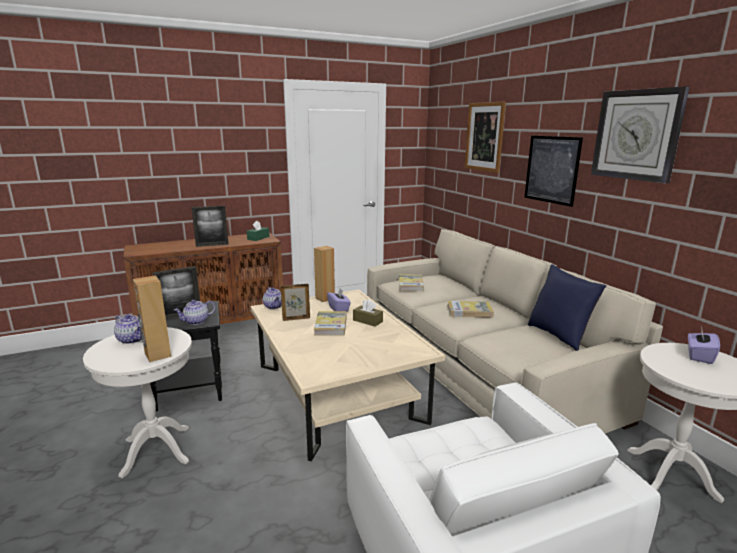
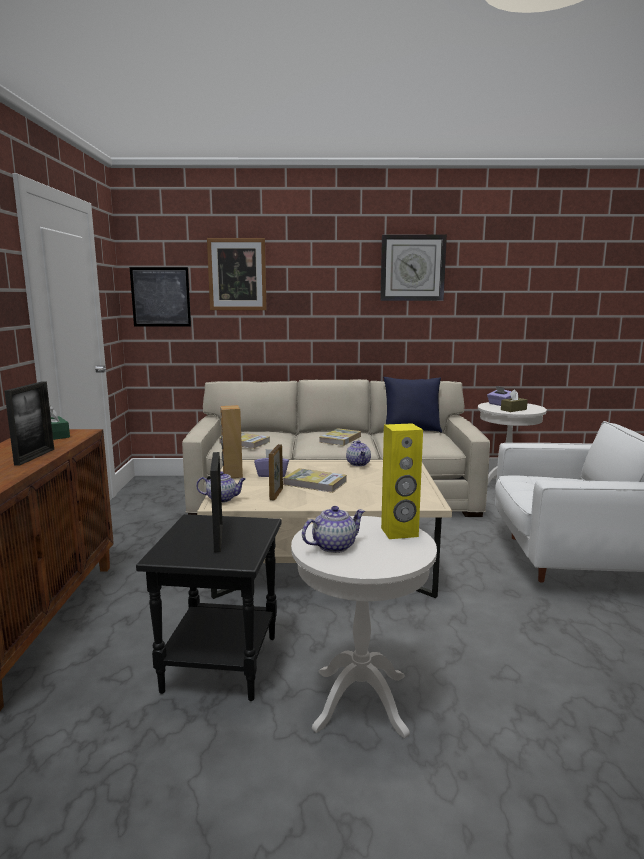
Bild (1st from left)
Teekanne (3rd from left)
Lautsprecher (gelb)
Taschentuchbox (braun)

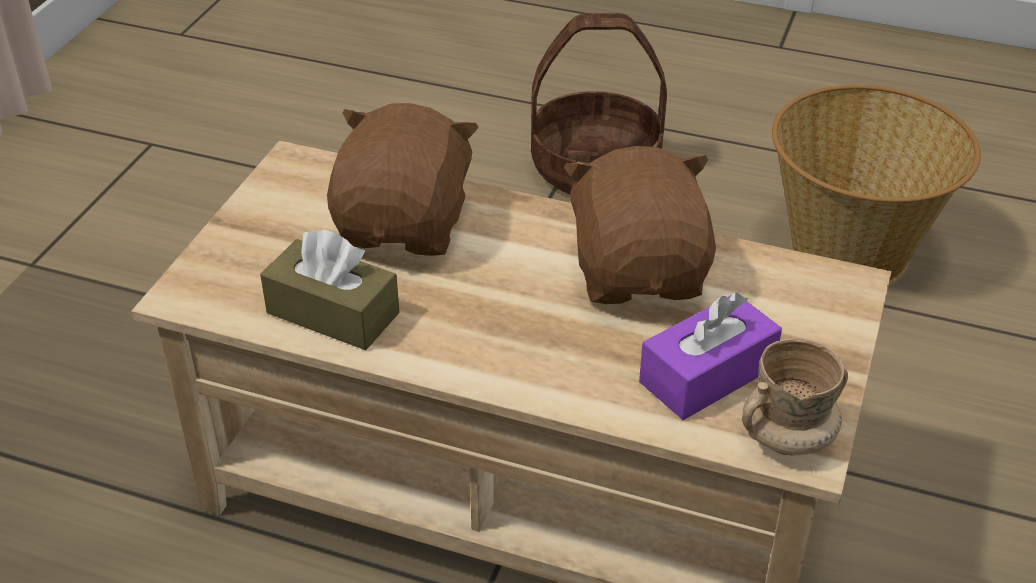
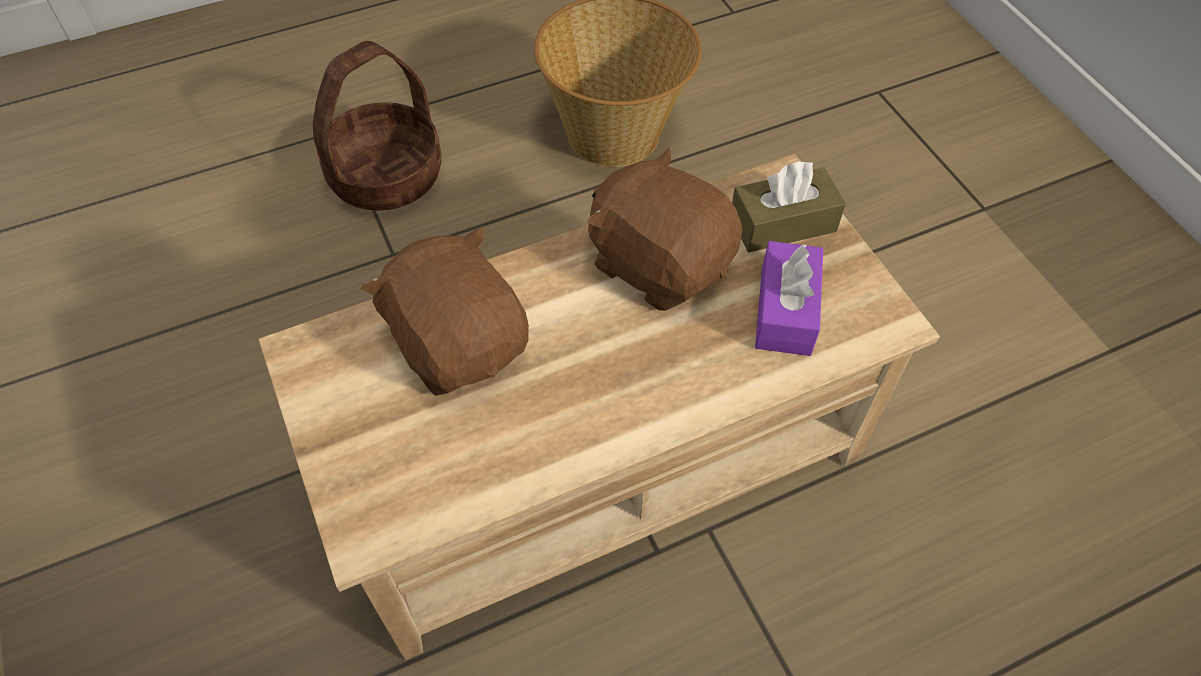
Taschentuchbox (braun)
Henkelbecher (beige)

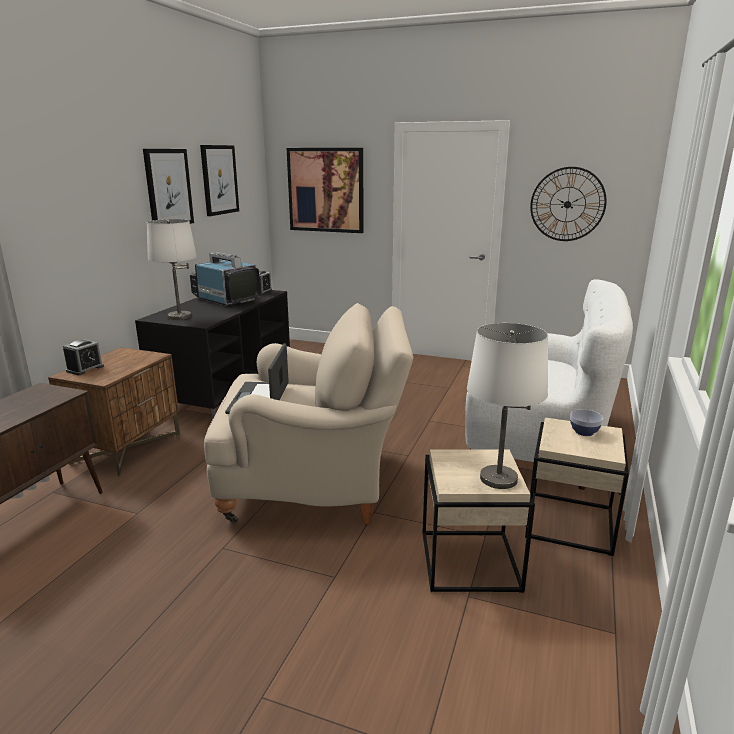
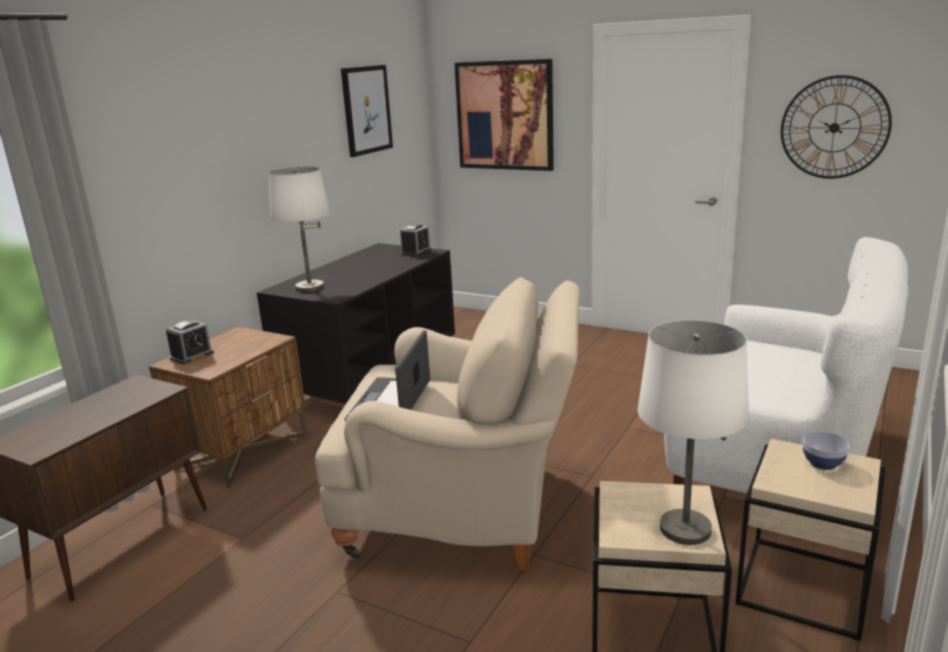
Bild (1st from left in the first image)
Fernseher

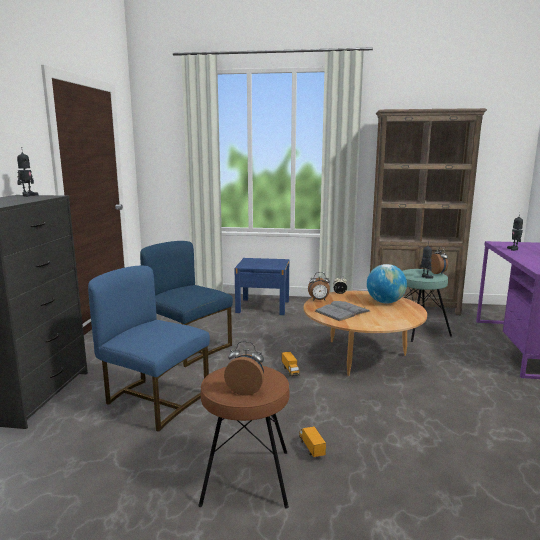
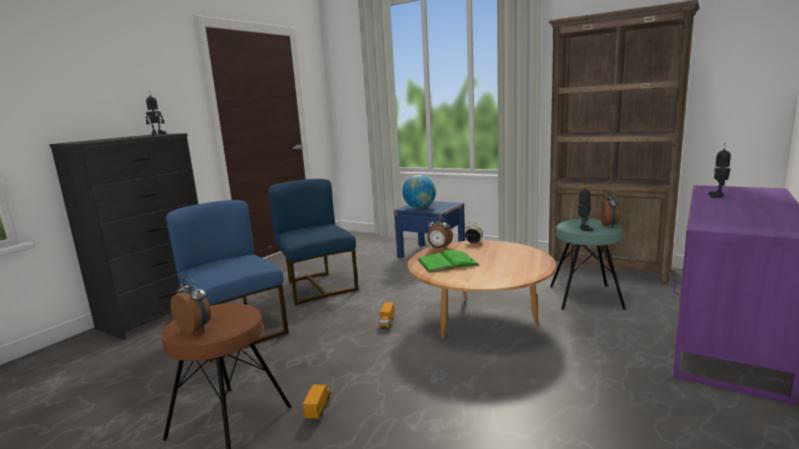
Globus
Buch (grün)

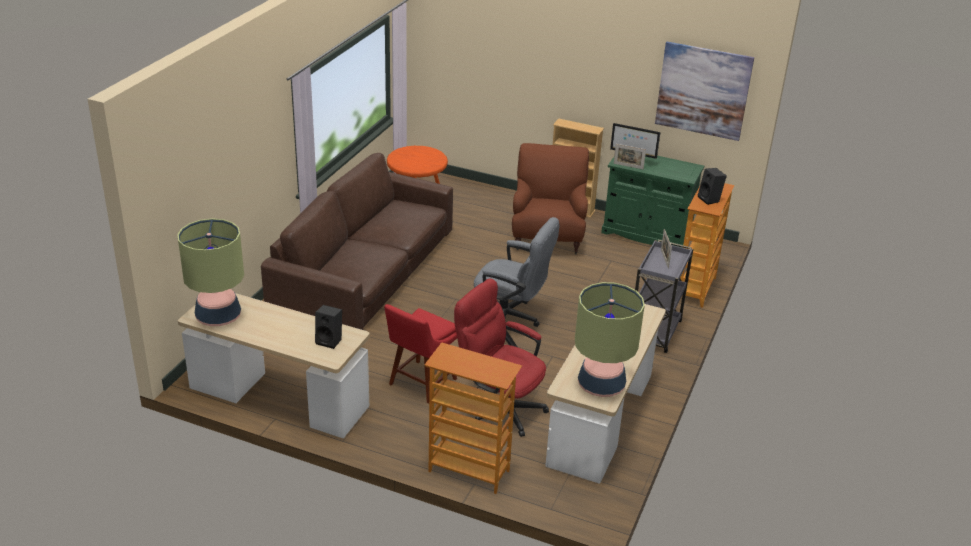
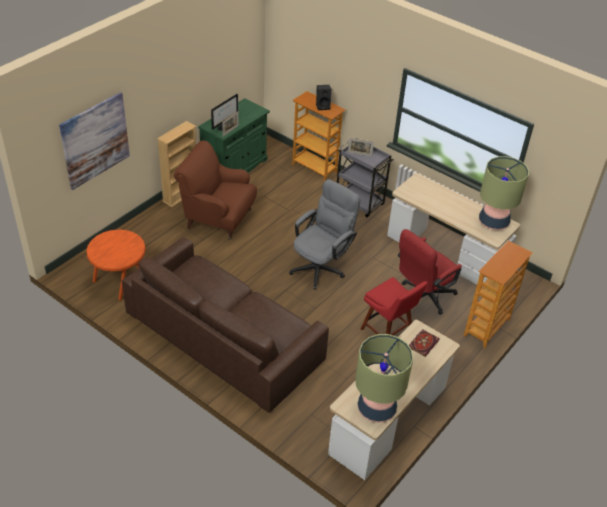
Bild
Buch

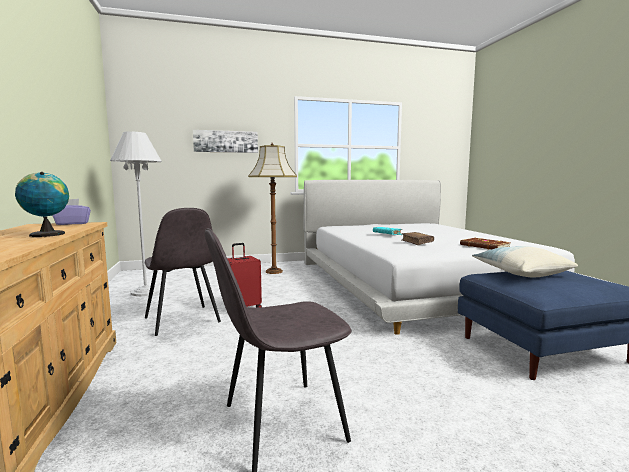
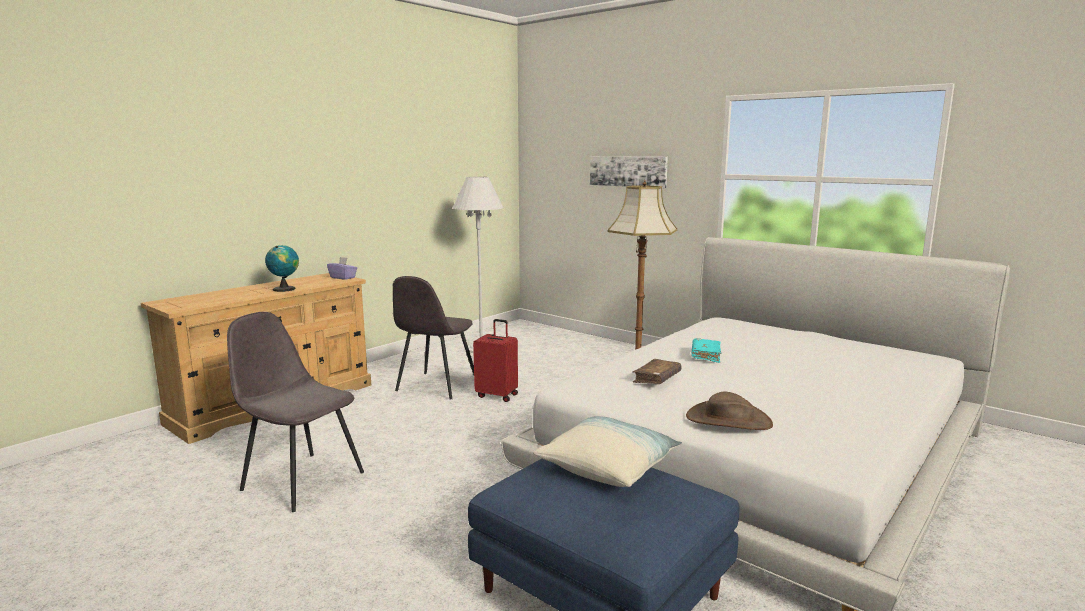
Hut (braun)

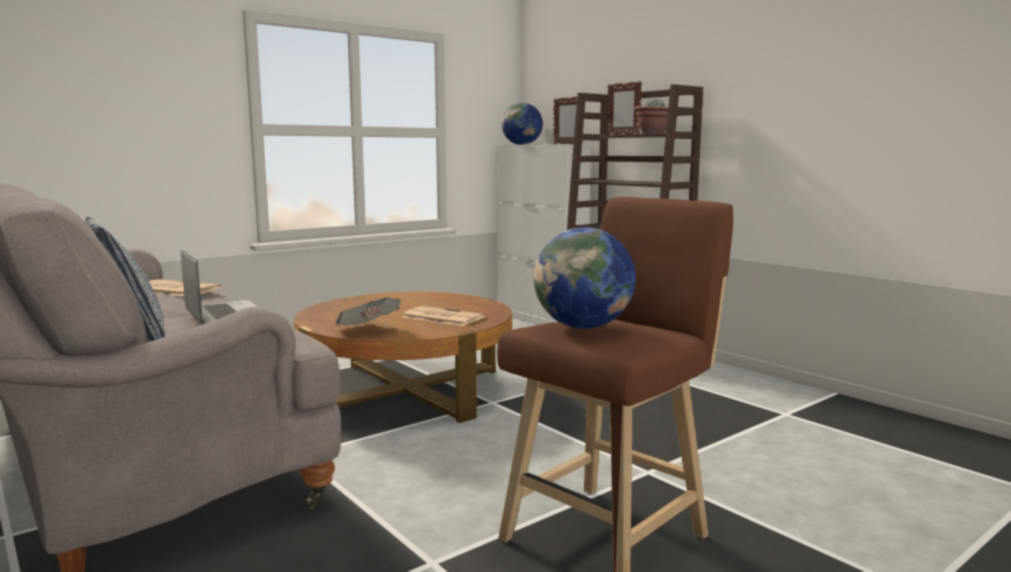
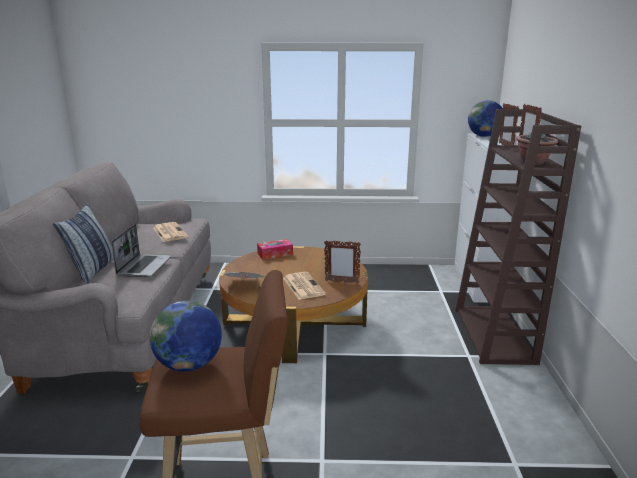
Taschentuchbox
Bilderrahmen (1st from left)

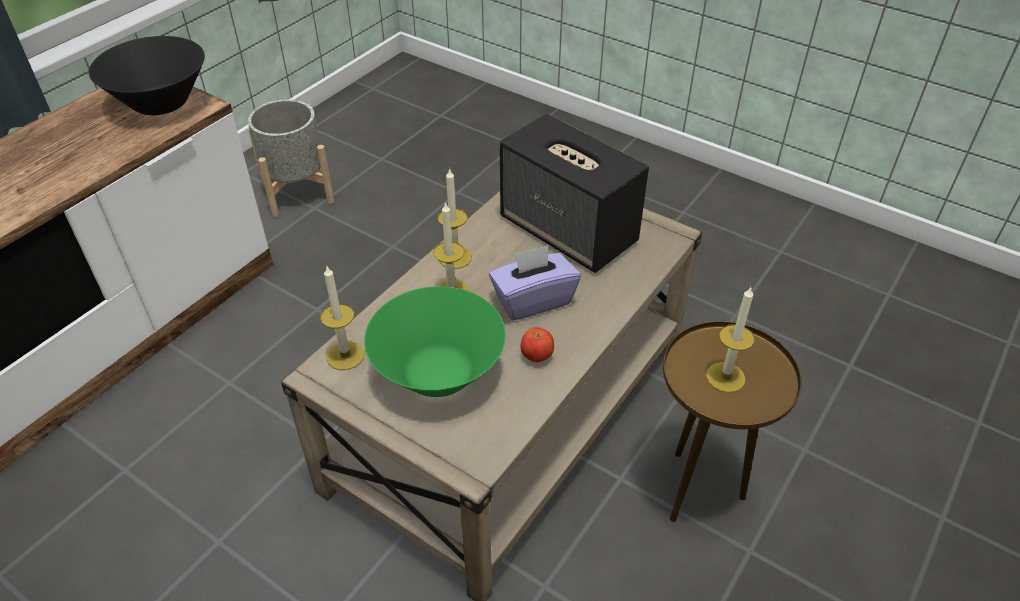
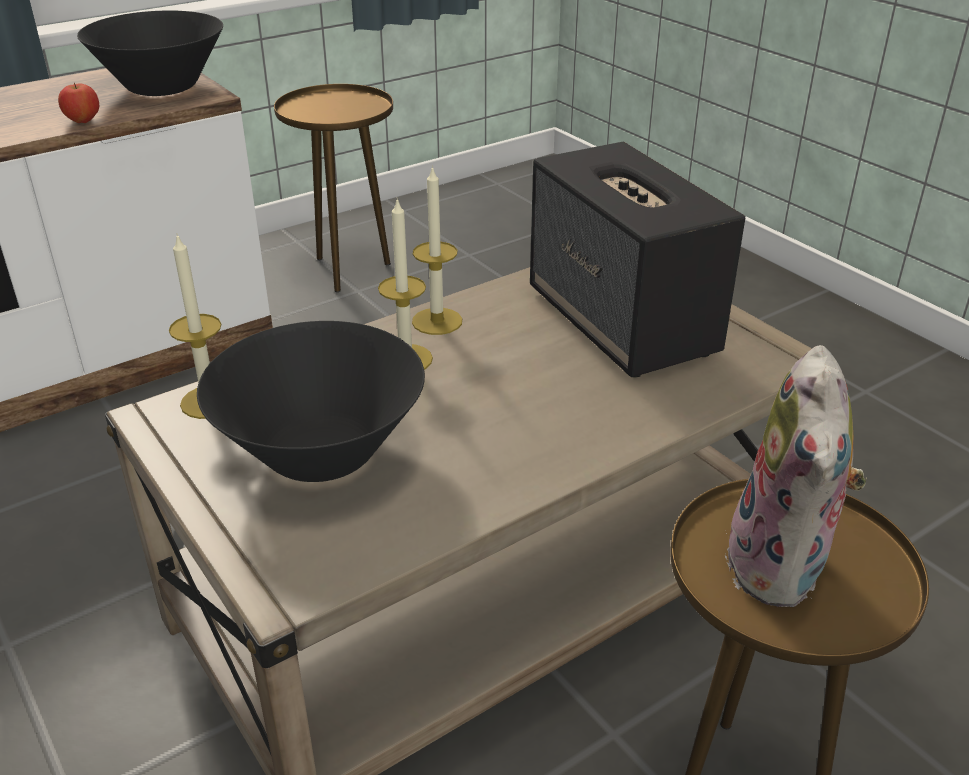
Apfel
Schüssel (schwarz) (2nd from left)
Beistelltisch (braun) (1st from left)
Plüschtier
Taschentuchbox (lila)

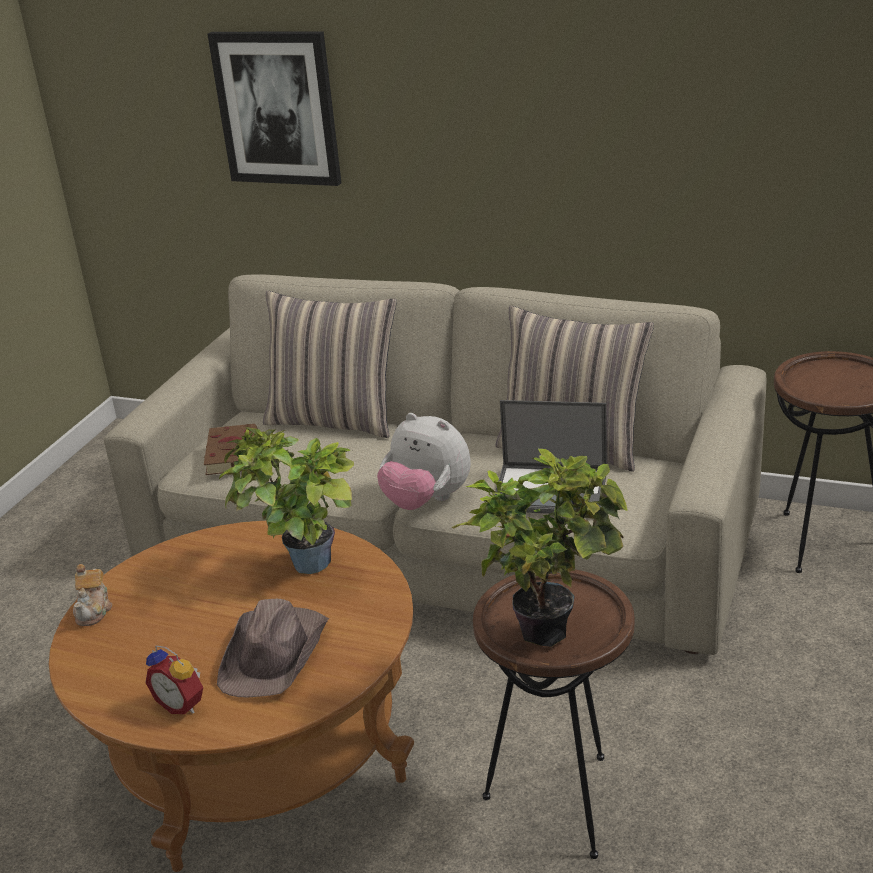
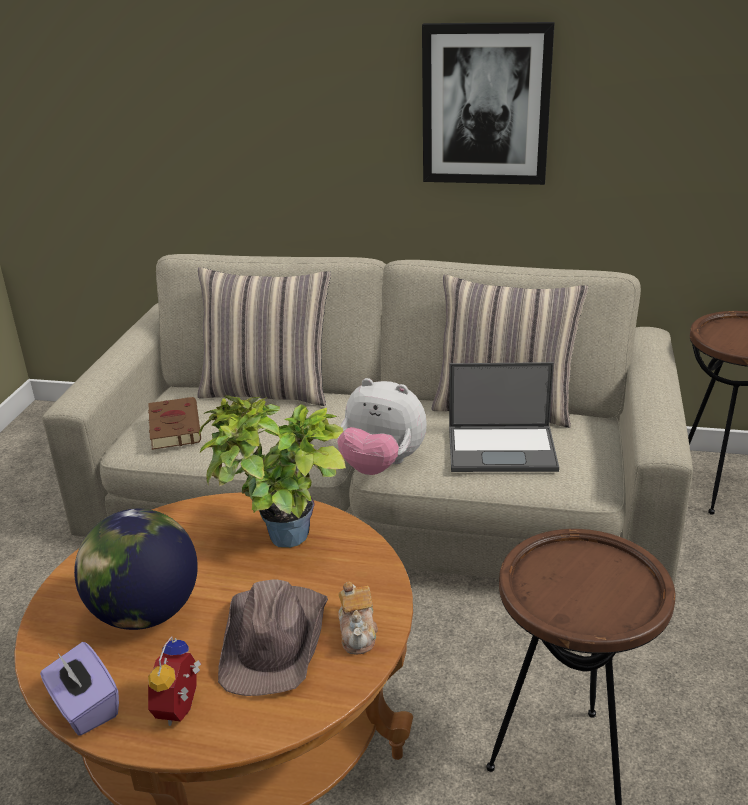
Taschentuchbox (lila)
Globus
Wecker
Teekanne
Bild
Topfpflanze (2nd from left in the first image)

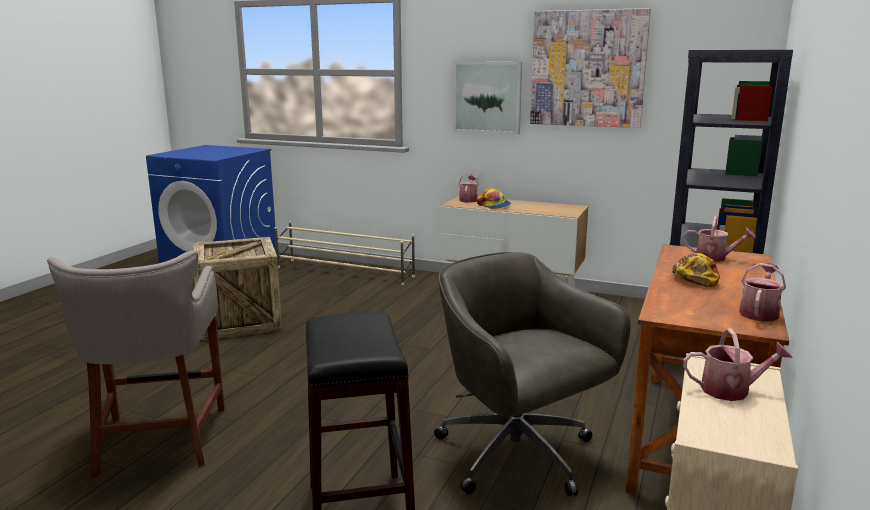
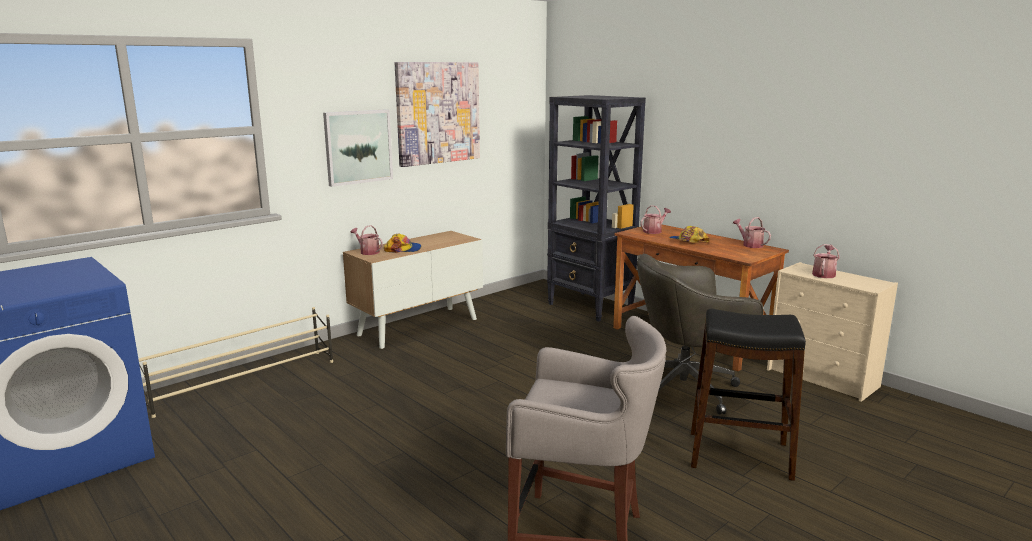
Kiste

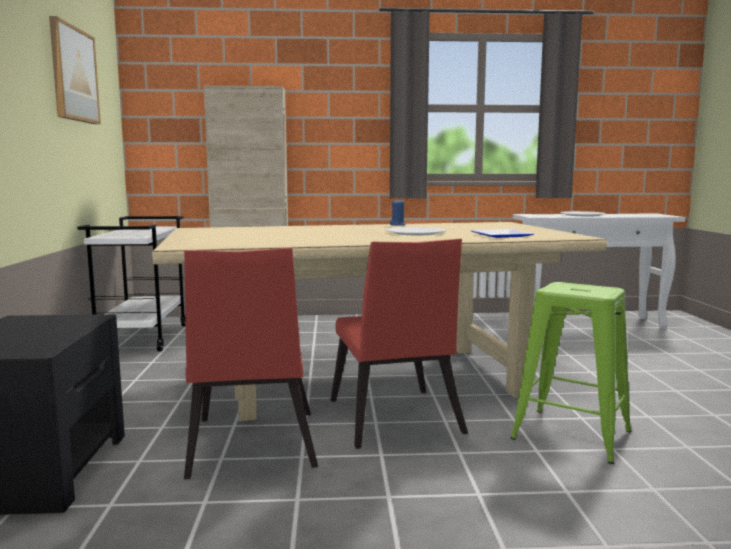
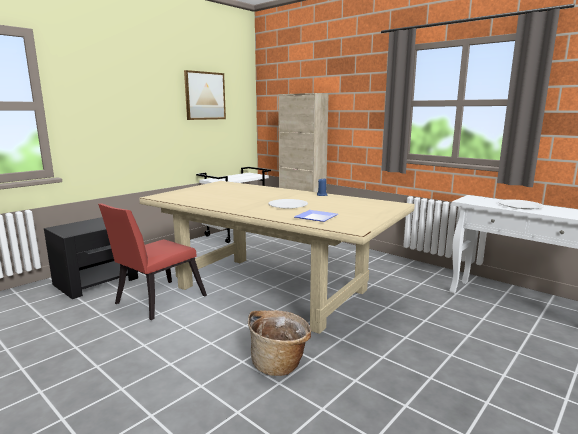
Korb
Stuhl (rot) (2nd from left in the first image)

